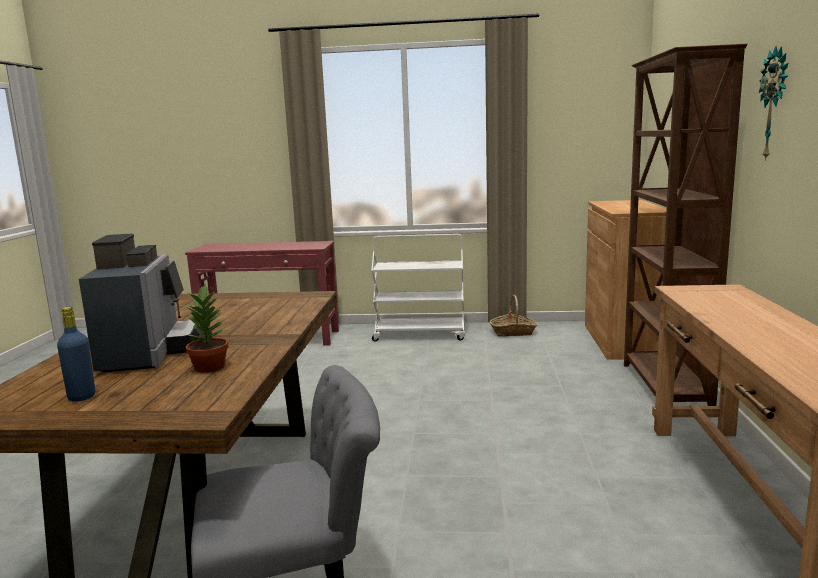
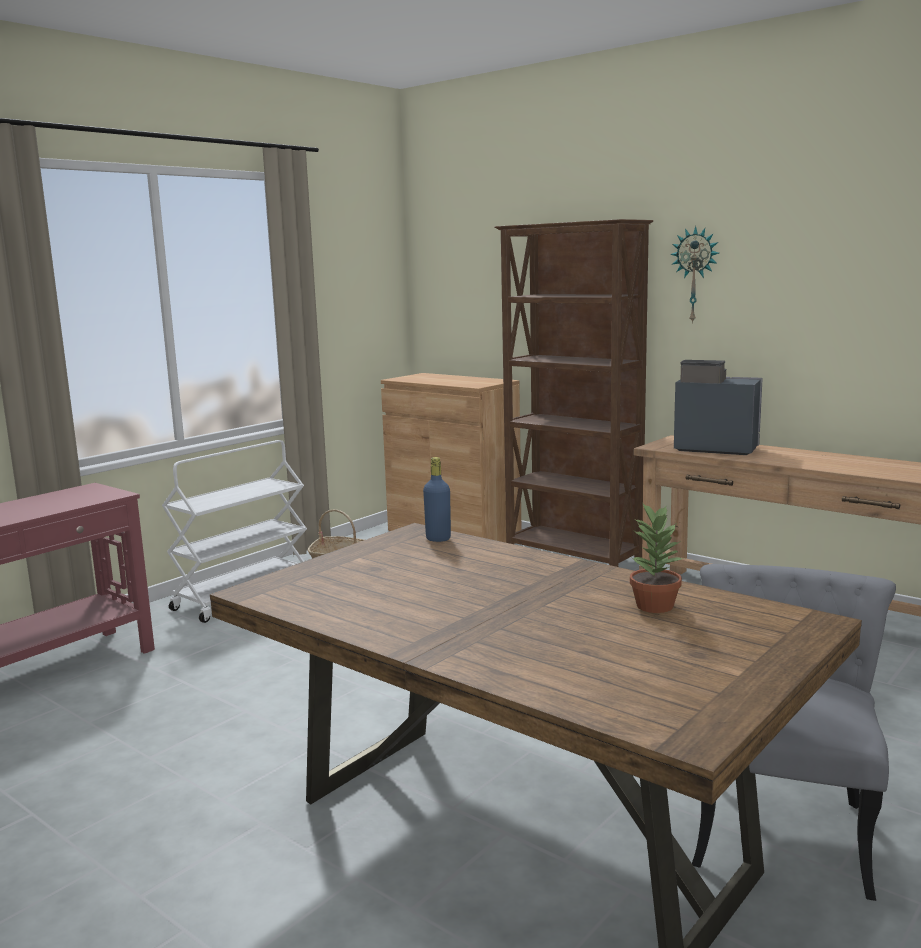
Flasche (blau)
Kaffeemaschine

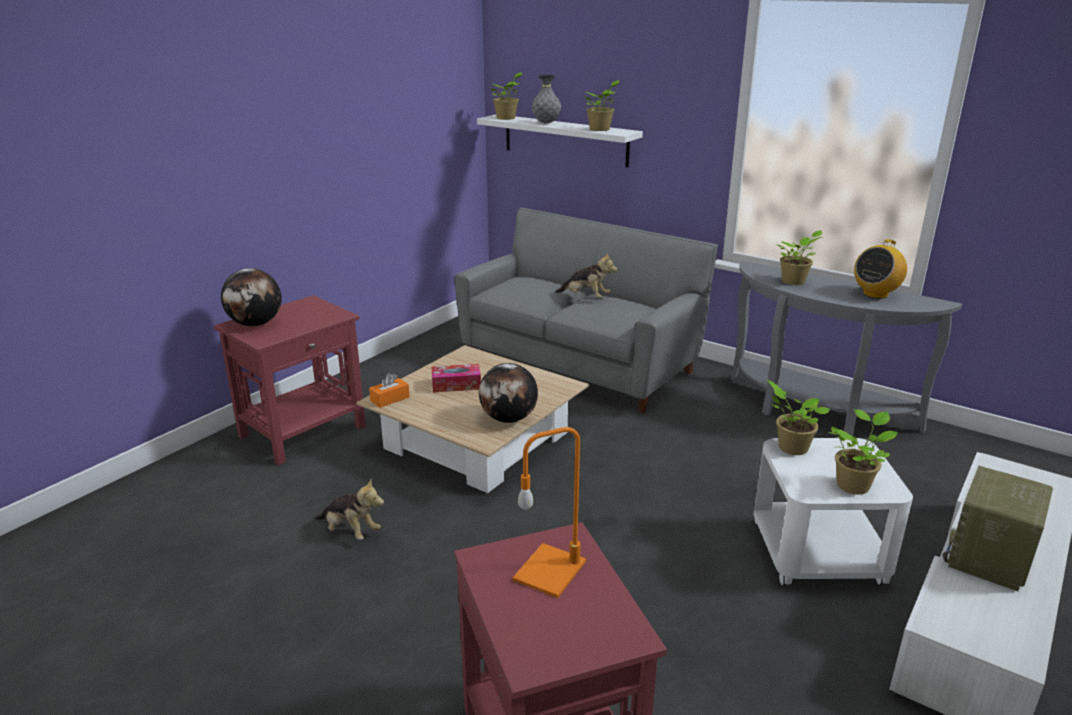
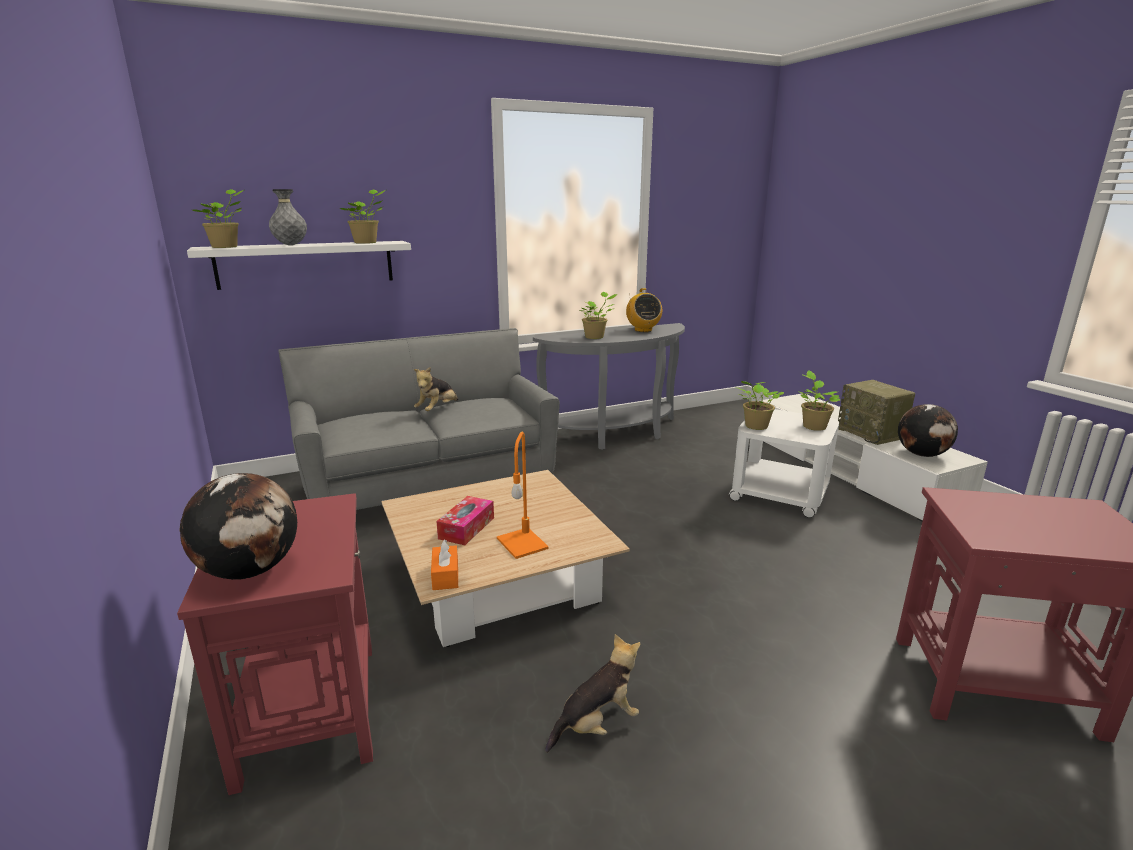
Plüschtier (1st from left)
Tischlampe (orange)
Globus (2nd from left)

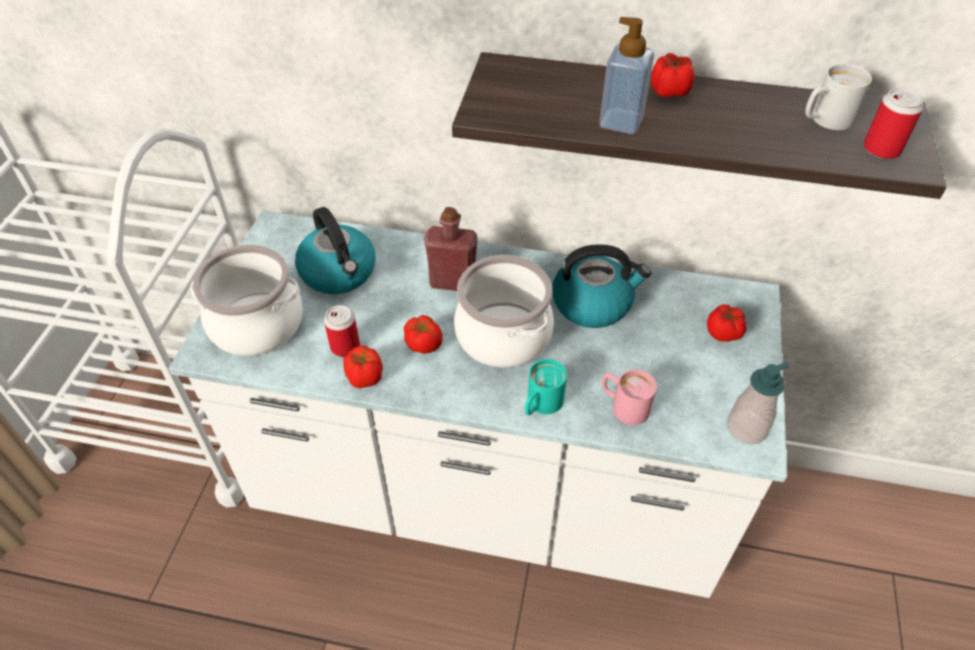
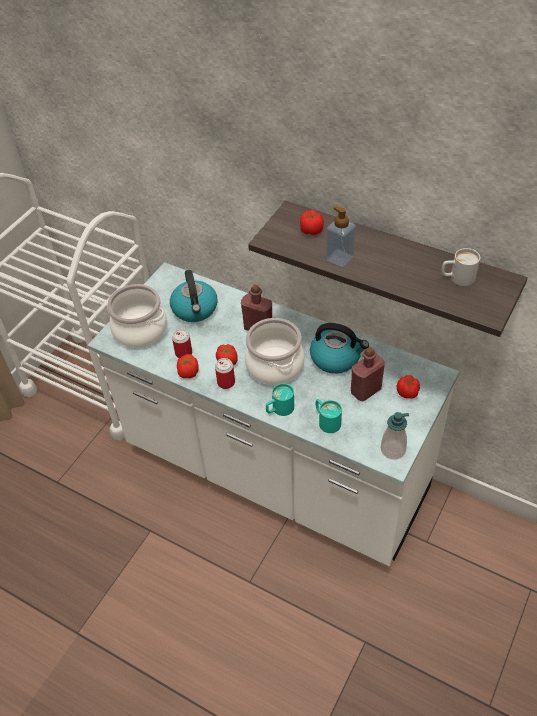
Dose (2nd from left)
Tomate (3rd from left)
Henkelbecher (türkis) (2nd from left)
Flasche (rot) (2nd from left)

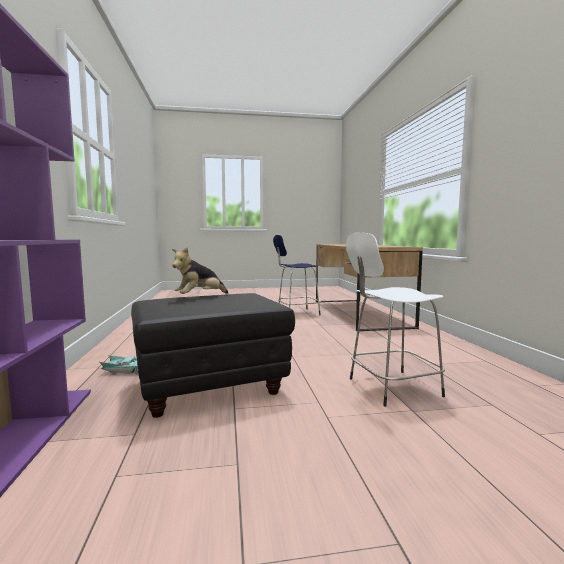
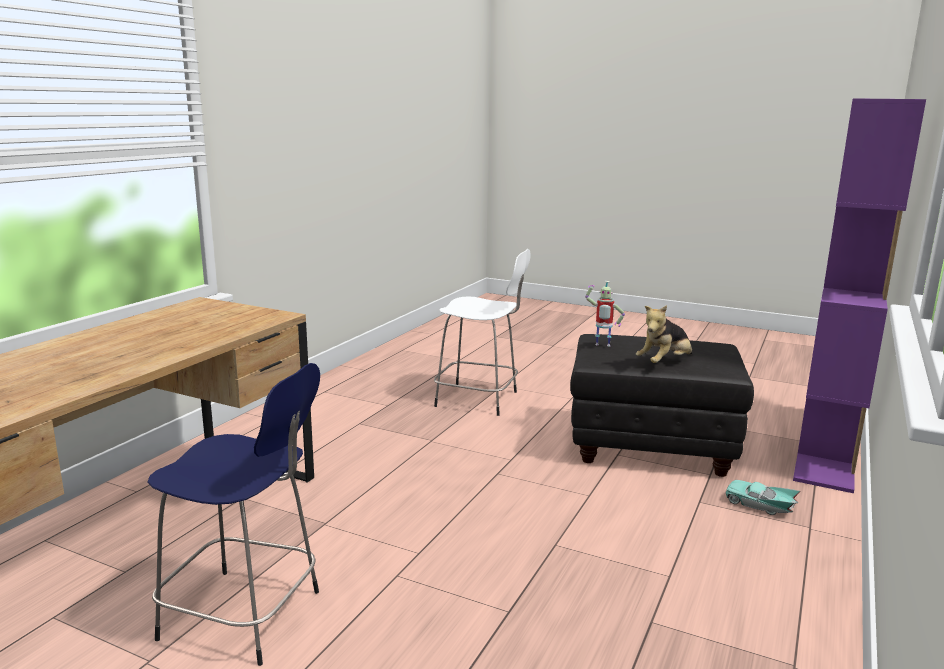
Spielzeugroboter
Plüschtier

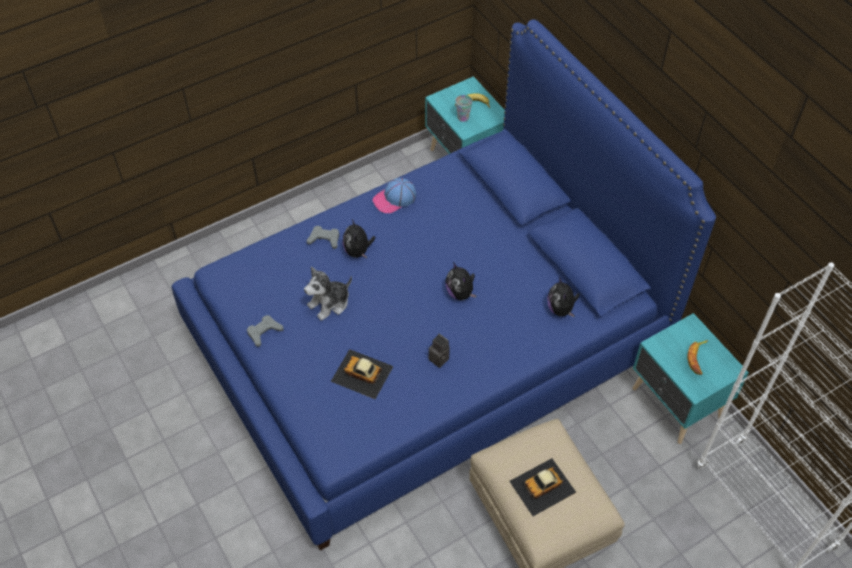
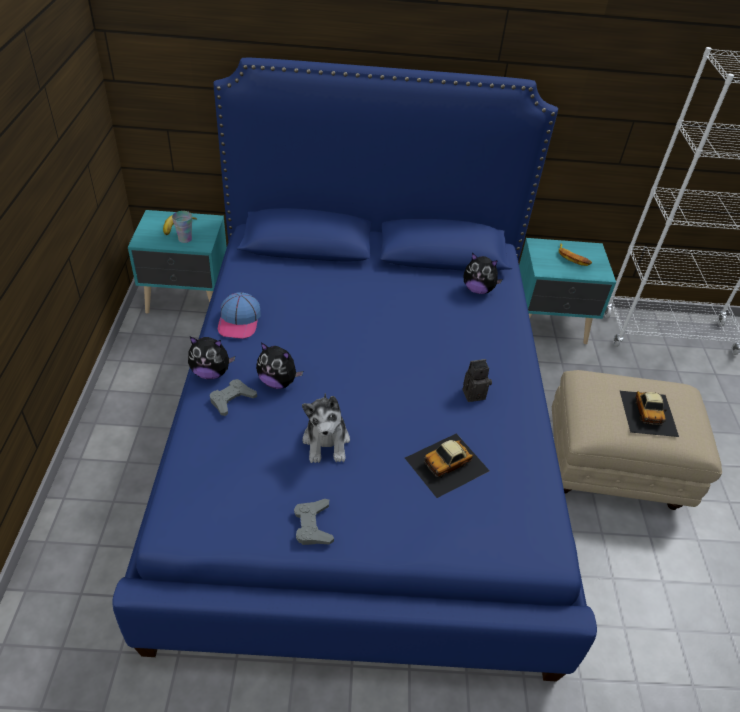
Plüschtier (1st from left)

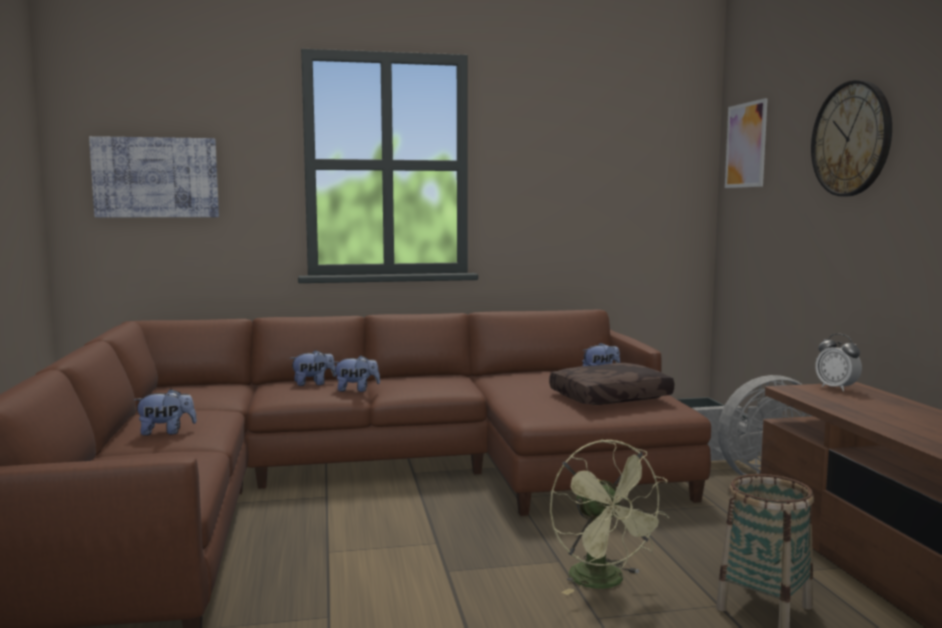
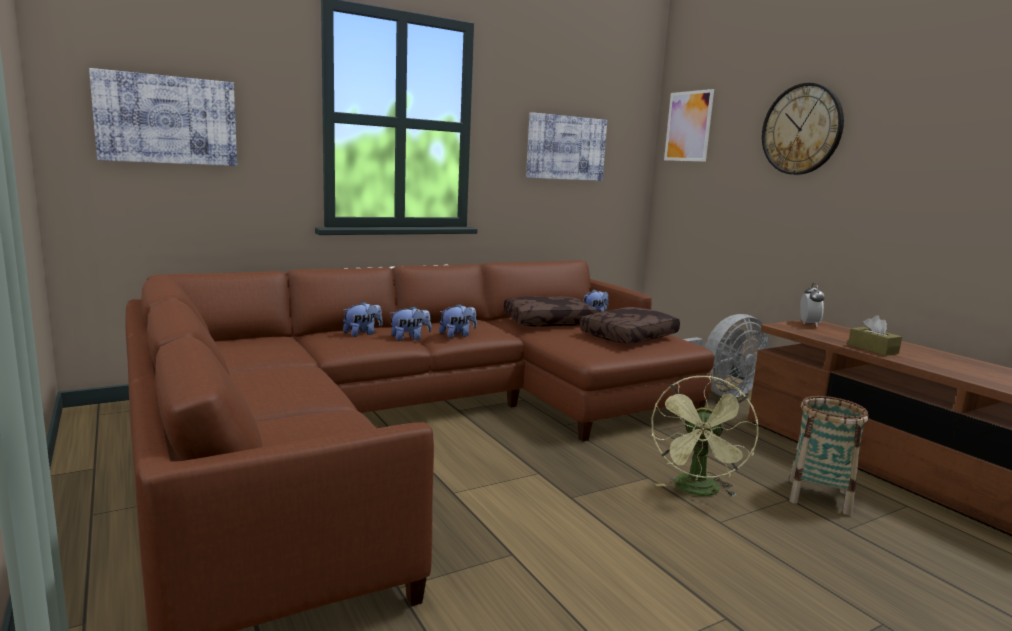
Plüschtier (3rd from left)
Kissen (braun) (1st from left)
Bild (2nd from left)
Ventilator (grün)
Wecker
Taschentuchbox (braun)

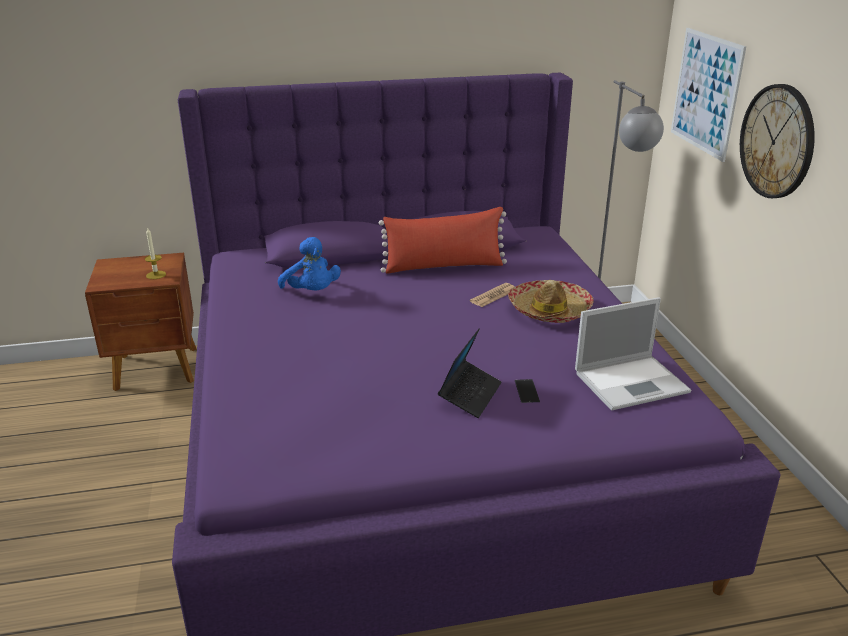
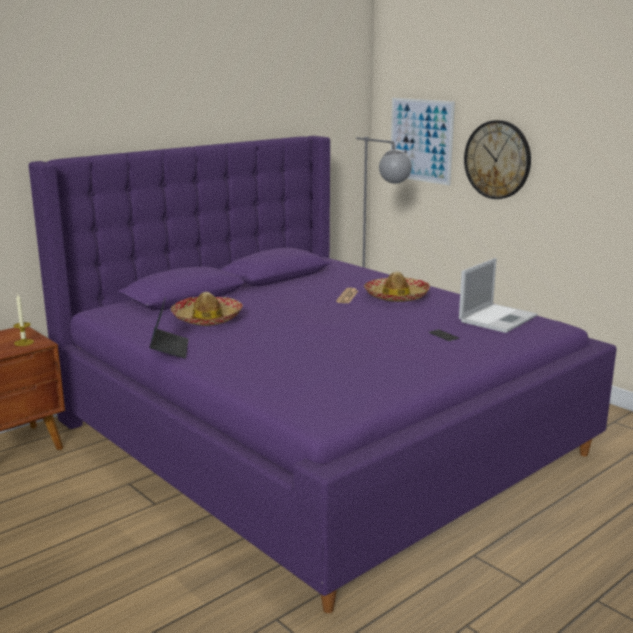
Laptop (1st from left)
Hut (1st from left)
Kissen (rot)

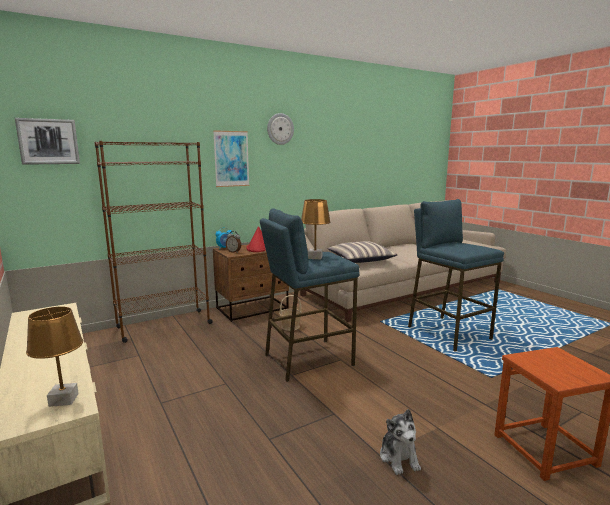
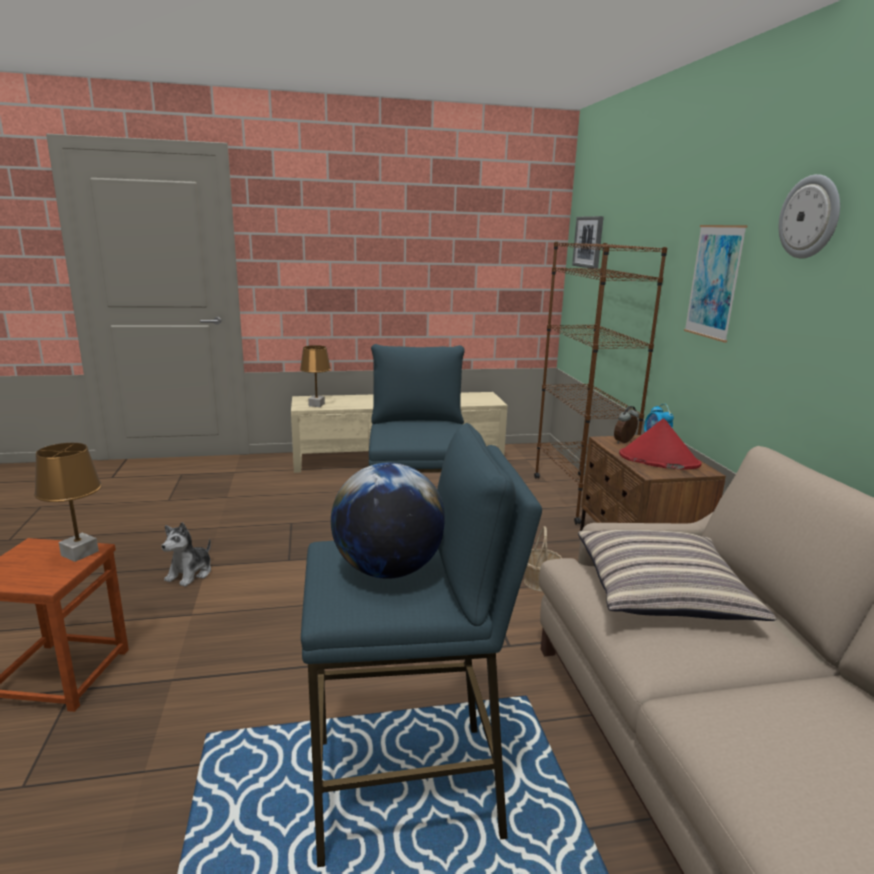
Tischlampe (braun) (1st from left)
Plüschtier
Globus

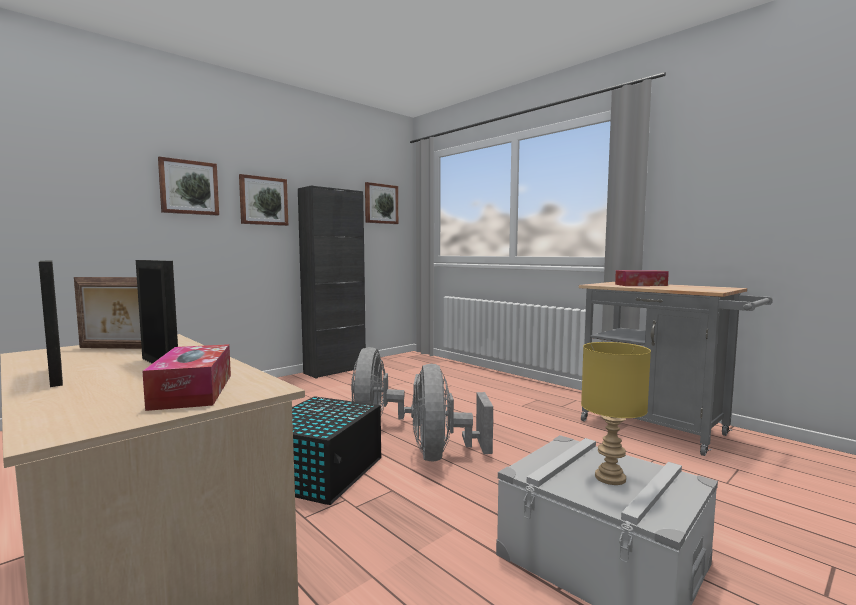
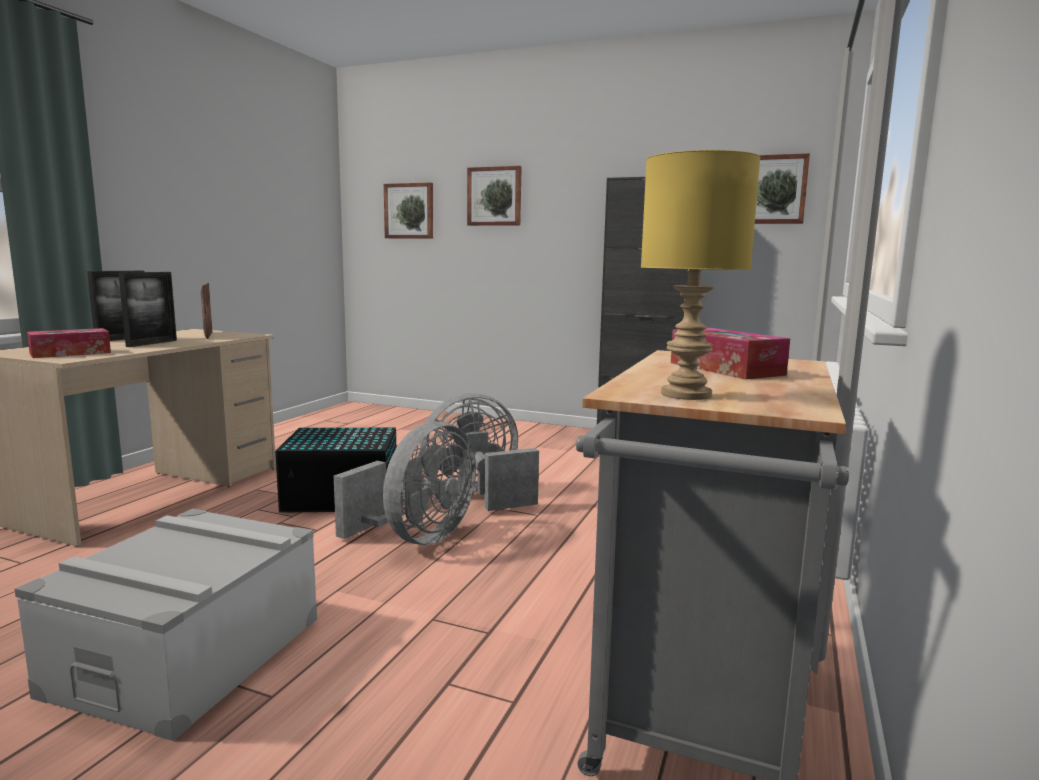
Ventilator (grau) (1st from left)
Bild (1st from left)
Tischlampe (gelb)

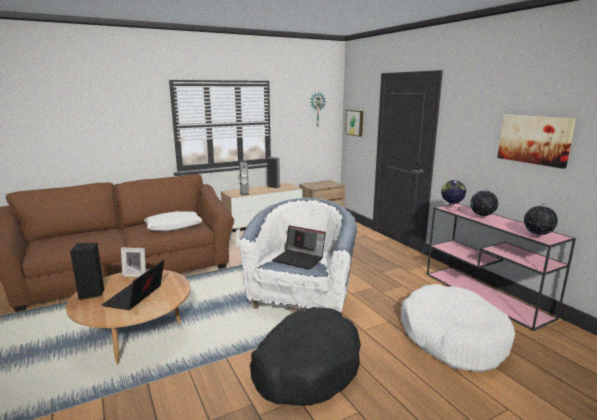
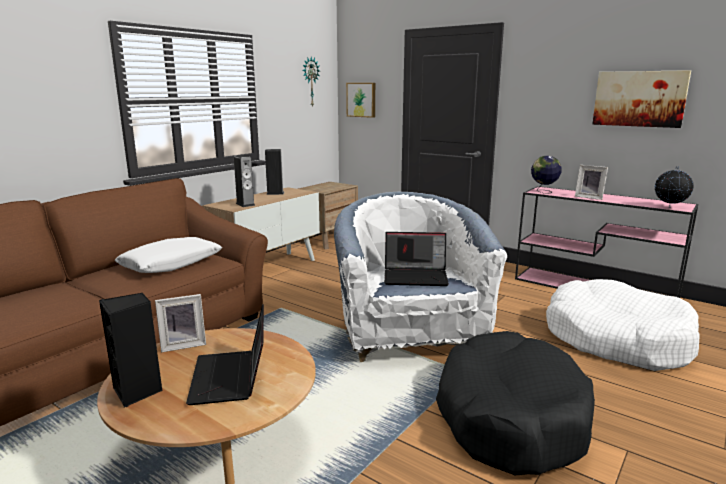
Bilderrahmen (2nd from left)

